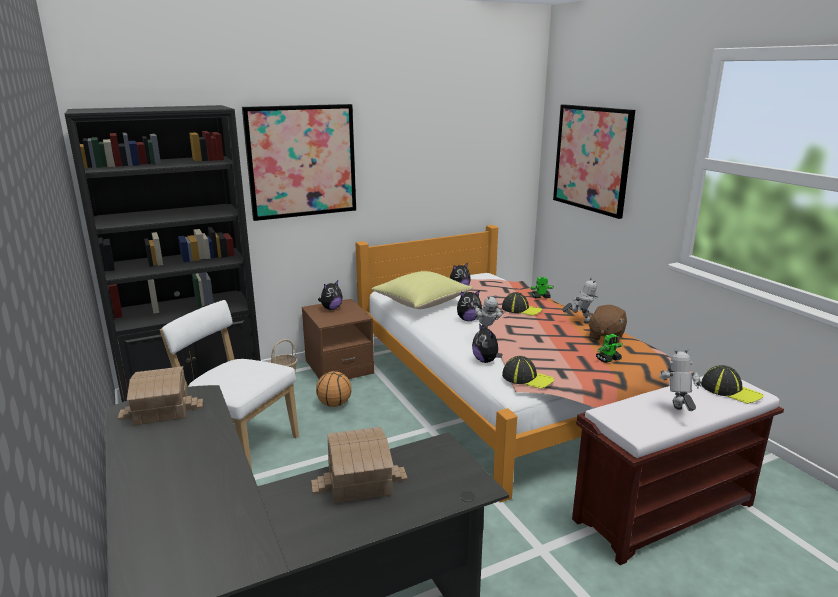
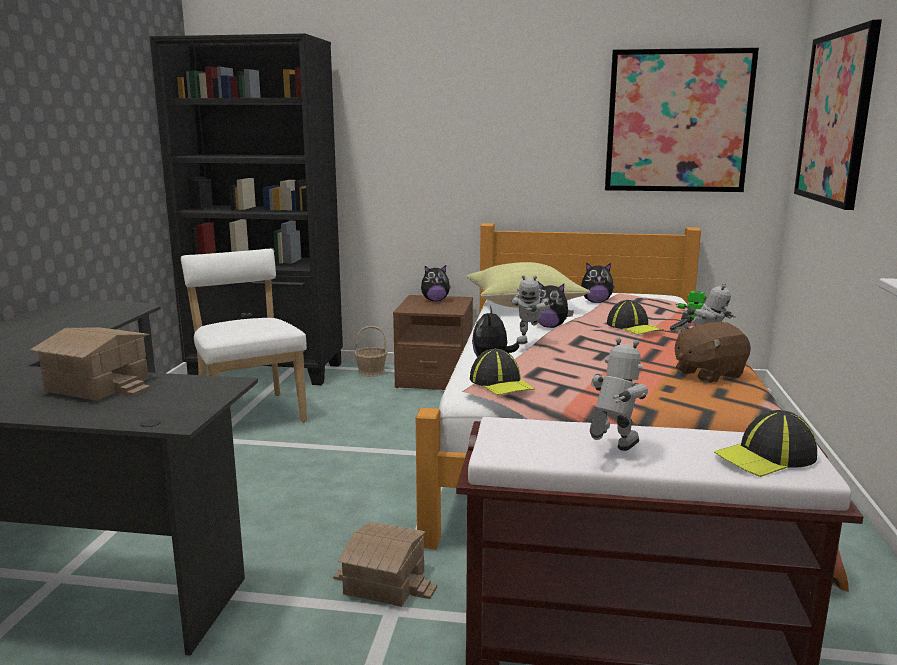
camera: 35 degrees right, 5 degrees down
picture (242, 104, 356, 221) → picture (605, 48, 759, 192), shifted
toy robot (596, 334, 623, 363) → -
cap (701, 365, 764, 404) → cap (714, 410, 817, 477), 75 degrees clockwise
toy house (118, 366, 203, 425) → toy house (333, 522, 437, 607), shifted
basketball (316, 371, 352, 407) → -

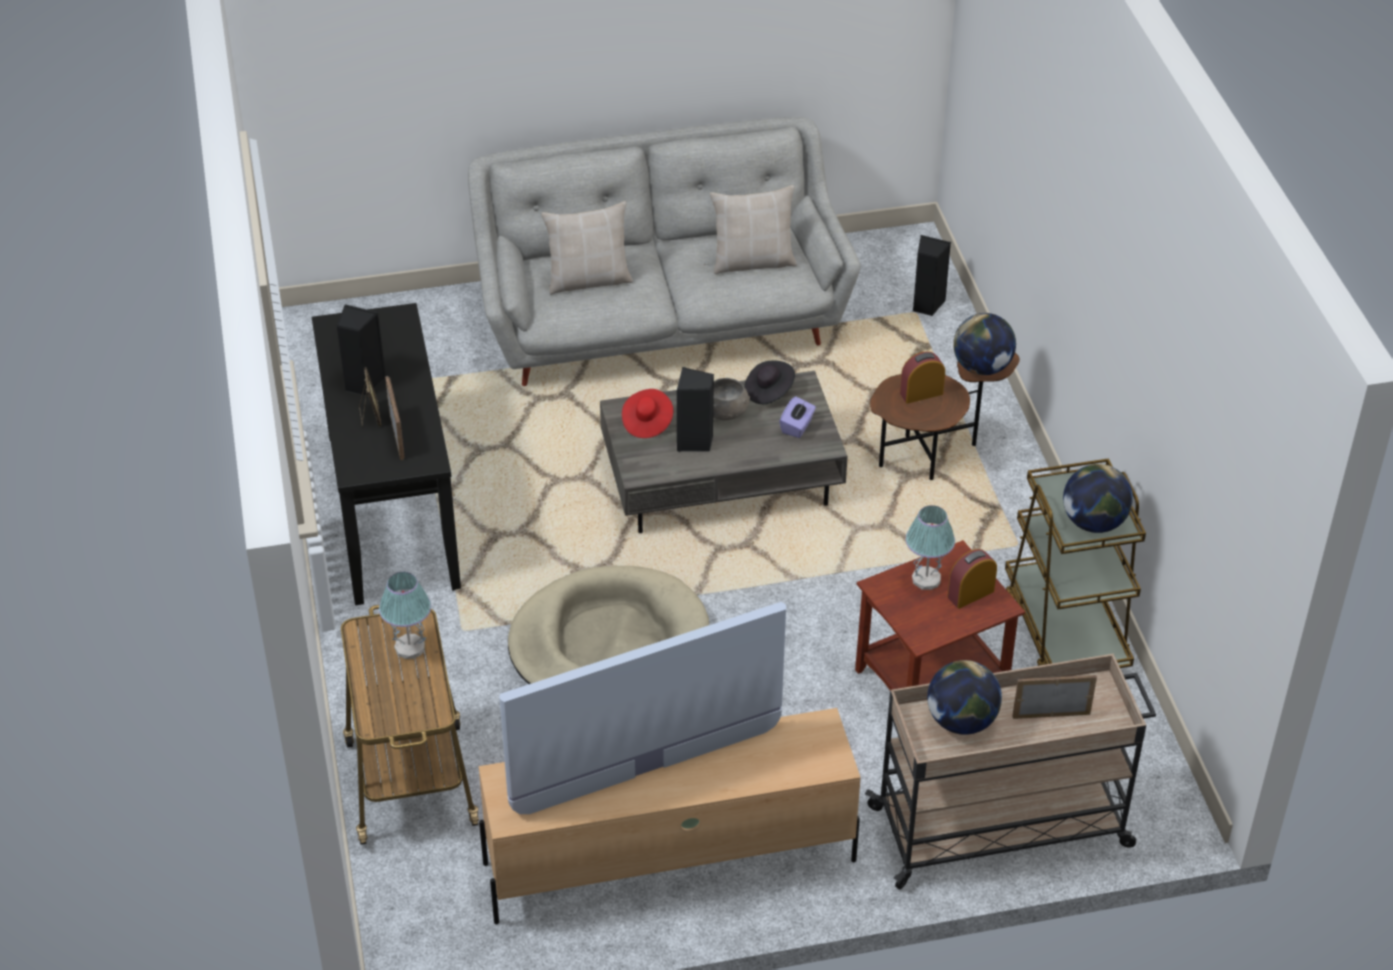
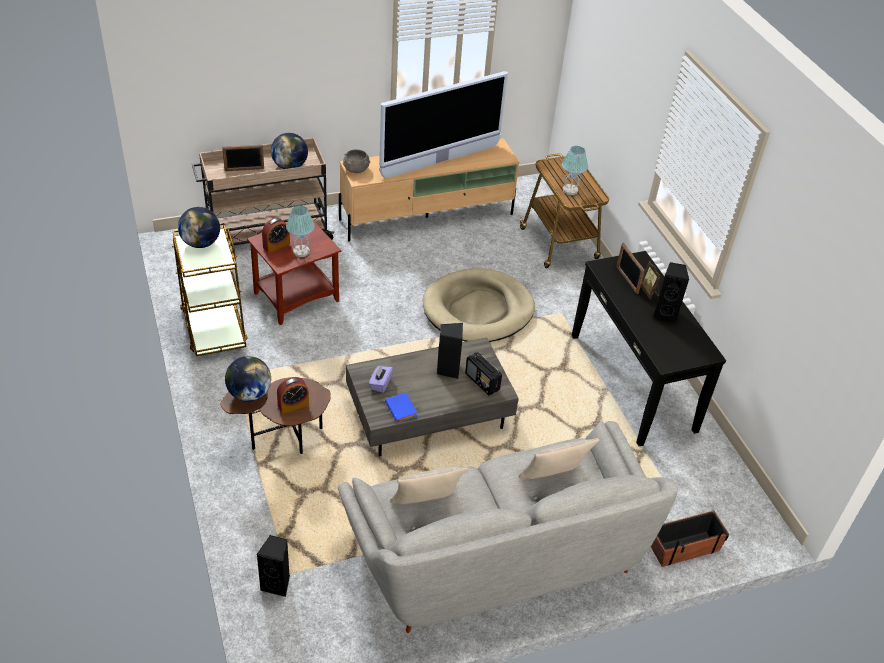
camera: 170 degrees right, 0 degrees up
black hat (744, 360, 795, 404) → blue book (385, 392, 417, 423)
grey bowl (713, 378, 750, 420) → grey bowl (343, 150, 370, 173), shifted
red hat (622, 389, 673, 438) → radio (465, 352, 502, 395)
- → planter (651, 510, 729, 567)

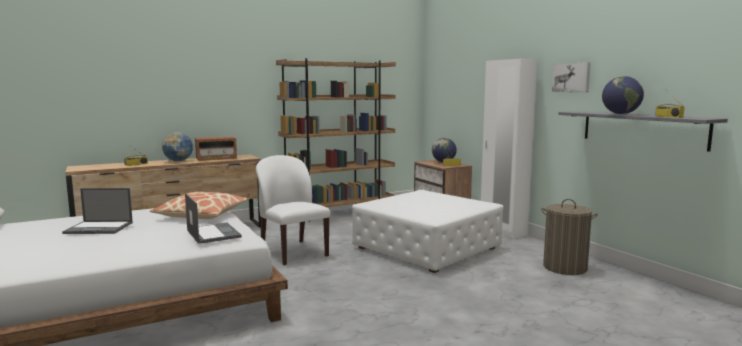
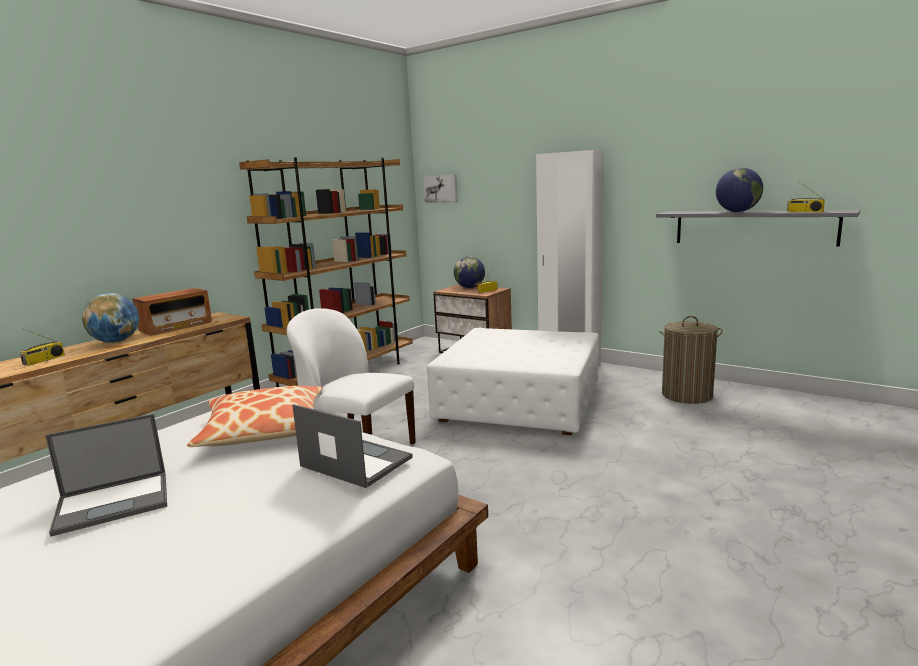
camera: 25 degrees left, 5 degrees up
picture (552, 62, 591, 92) → picture (423, 174, 458, 203), shifted

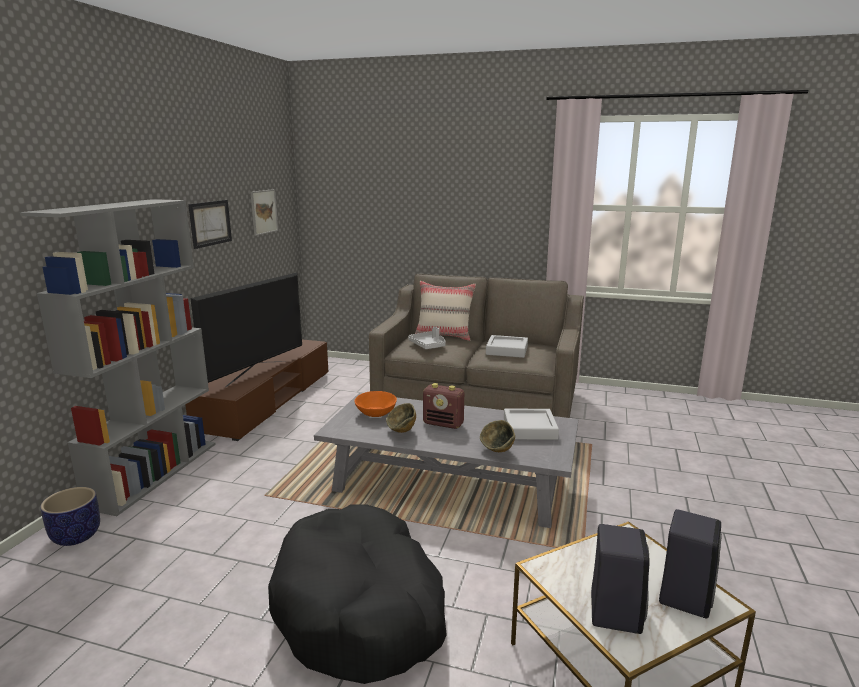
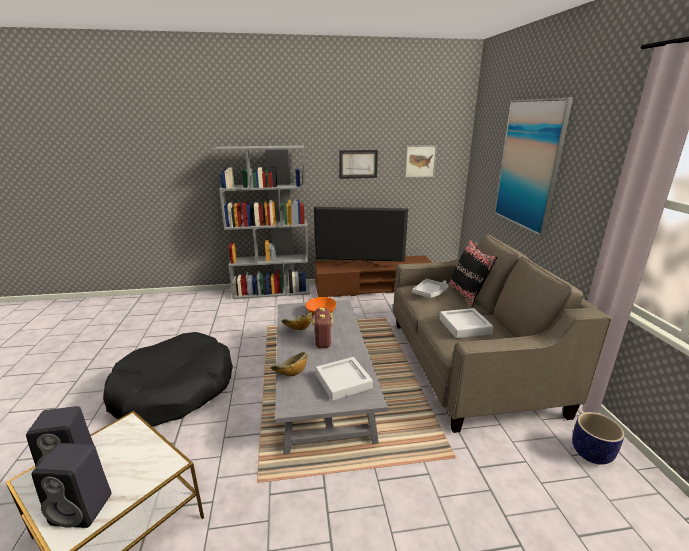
camera: 65 degrees right, 5 degrees up
beige pillow (415, 281, 476, 341) → black pillow (449, 239, 498, 307)
planter (40, 487, 100, 546) → planter (572, 412, 624, 465), shifted
- → picture (494, 98, 573, 236)

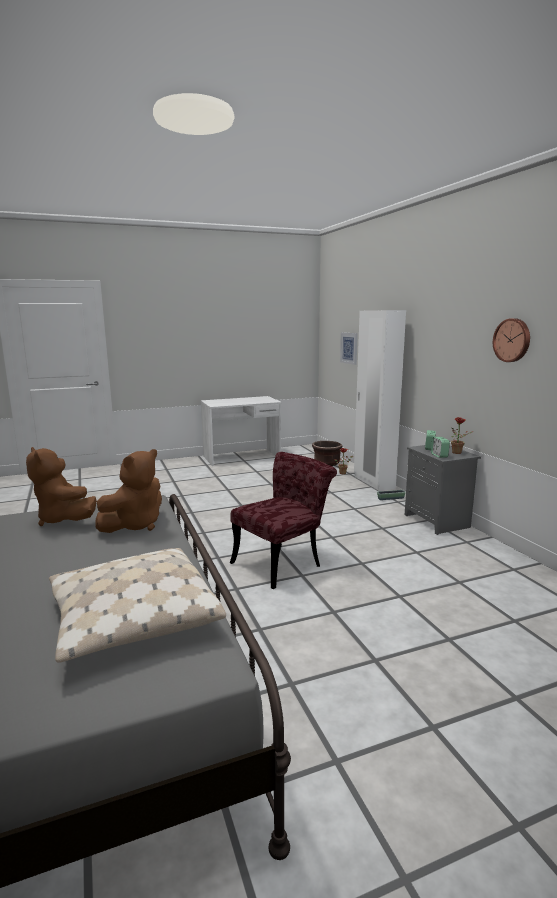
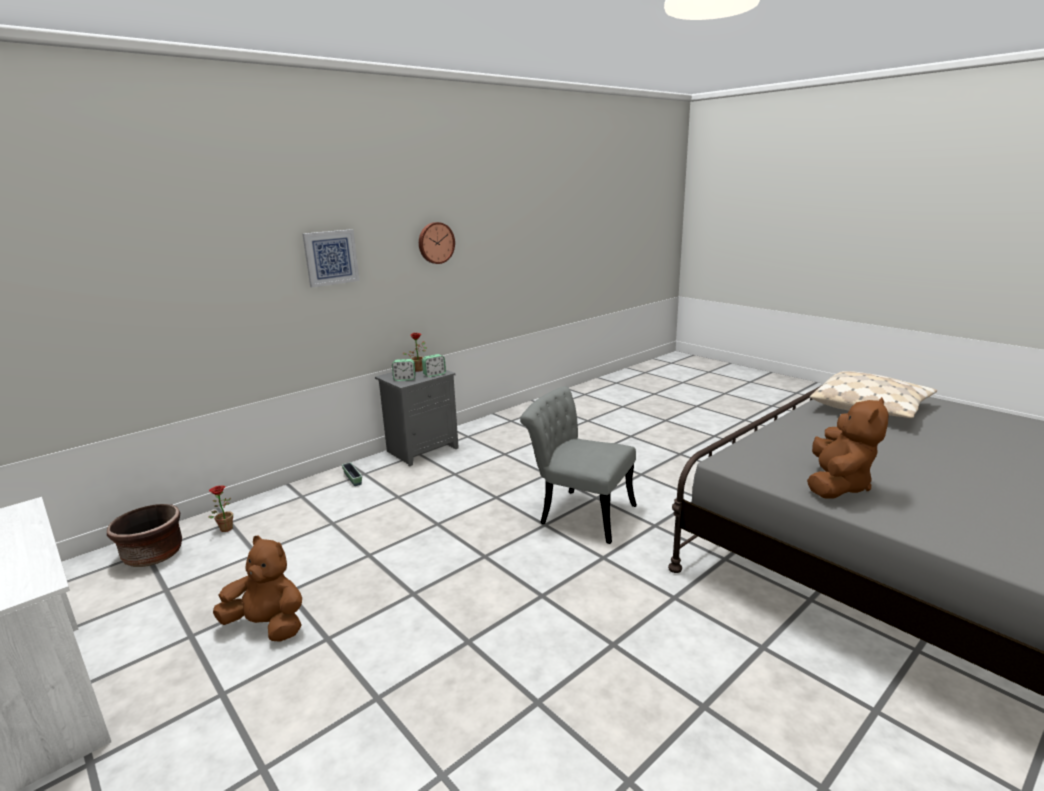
camera: 110 degrees left, 5 degrees up
white wardrobe (354, 310, 406, 491) → -
picture (340, 332, 358, 365) → picture (302, 229, 359, 288), shifted
brown plush toy (95, 449, 162, 533) → brown plush toy (213, 535, 302, 642), shifted
red chair (230, 452, 337, 589) → grey chair (520, 386, 637, 544)

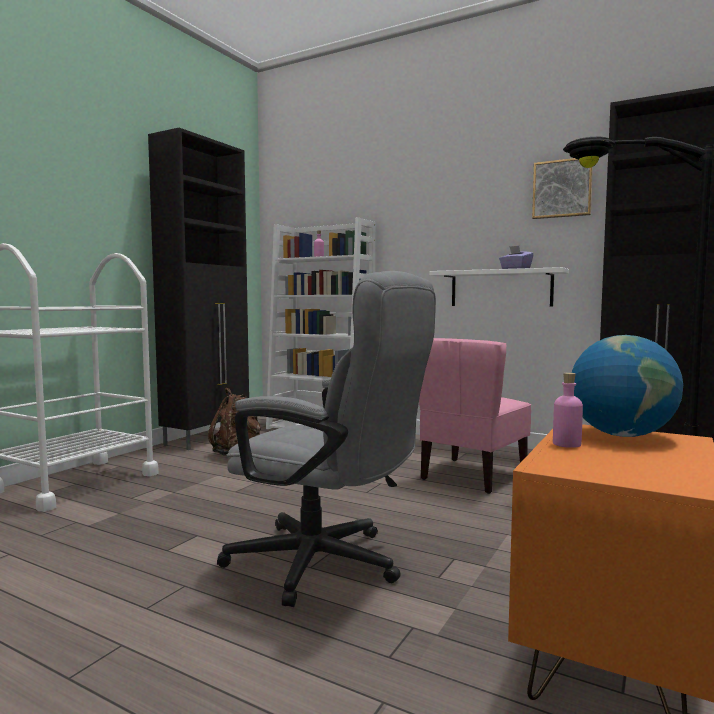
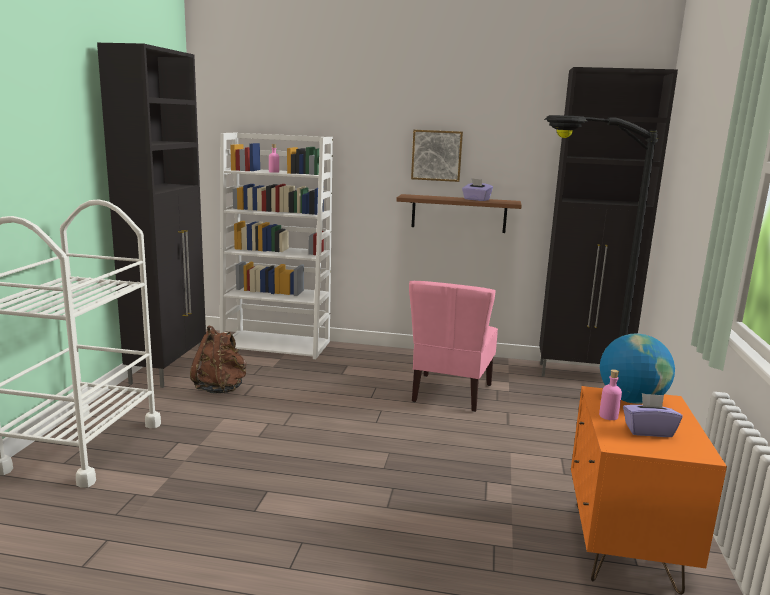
camera: 20 degrees left, 10 degrees up
picture (532, 158, 593, 219) → picture (411, 130, 463, 182), shifted
white shelf (429, 267, 569, 307) → brown shelf (396, 194, 522, 233)
grey office chair (217, 271, 436, 607) → -
- → purple tissue box (623, 393, 683, 437)

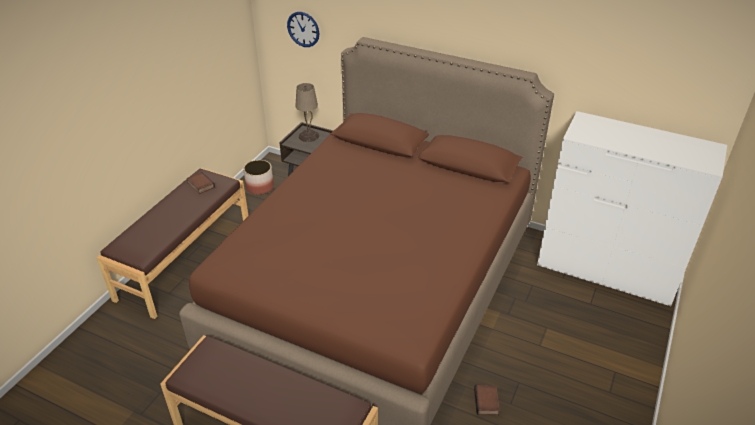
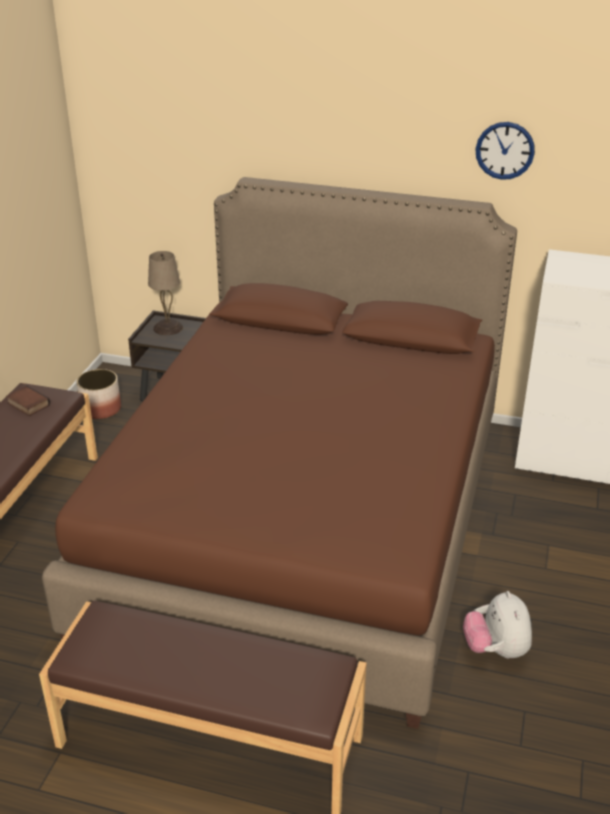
camera: 10 degrees left, 5 degrees down
wall clock (287, 12, 319, 47) → wall clock (476, 122, 535, 180), shifted
book (474, 385, 500, 415) → plush toy (463, 591, 532, 658)

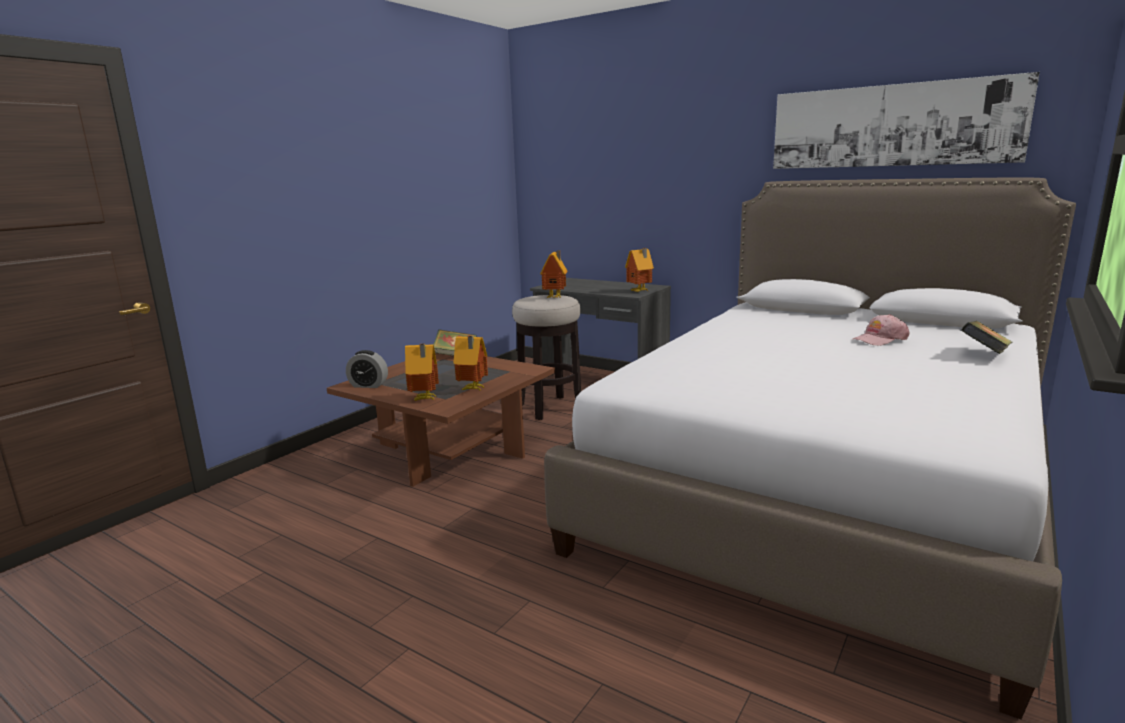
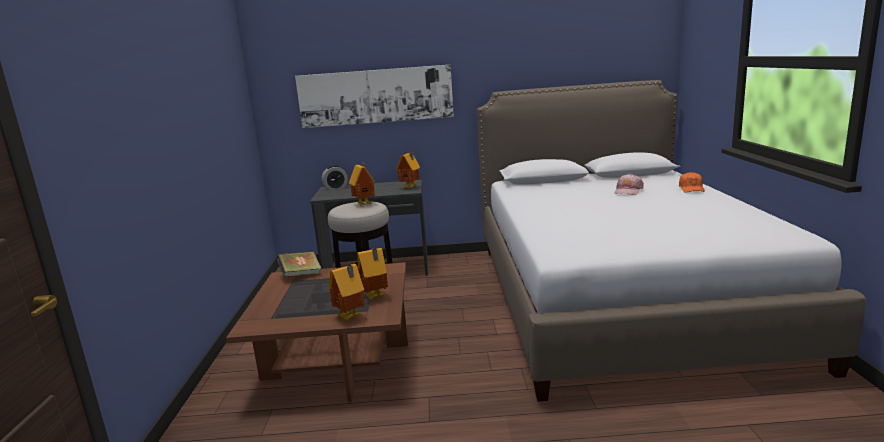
camera: 35 degrees left, 0 degrees up
picture (773, 72, 1040, 169) → picture (295, 65, 454, 128), shifted
book (961, 321, 1012, 354) → orange cap (679, 172, 705, 193)
alarm clock (346, 350, 388, 388) → alarm clock (322, 165, 348, 190), shifted

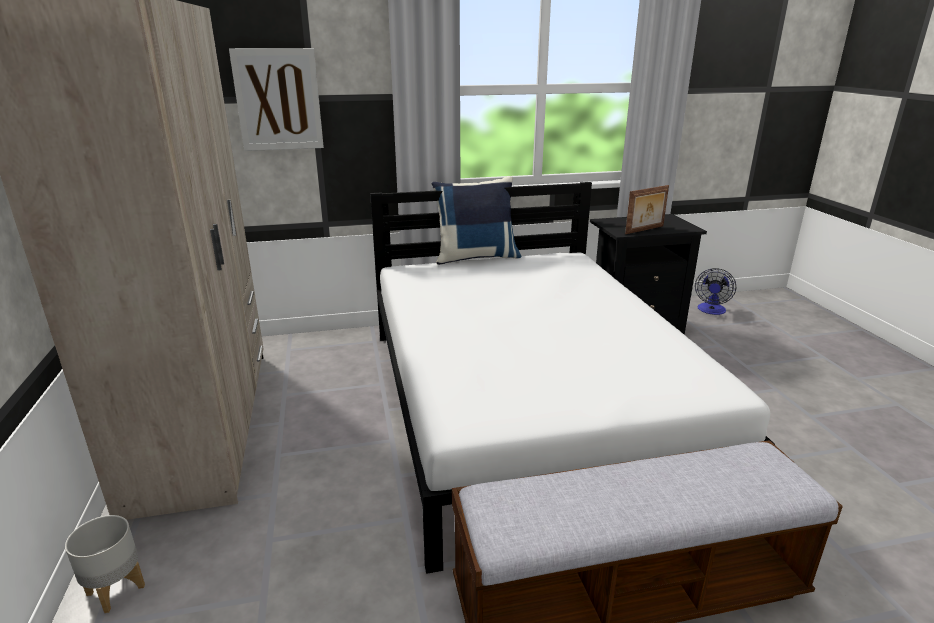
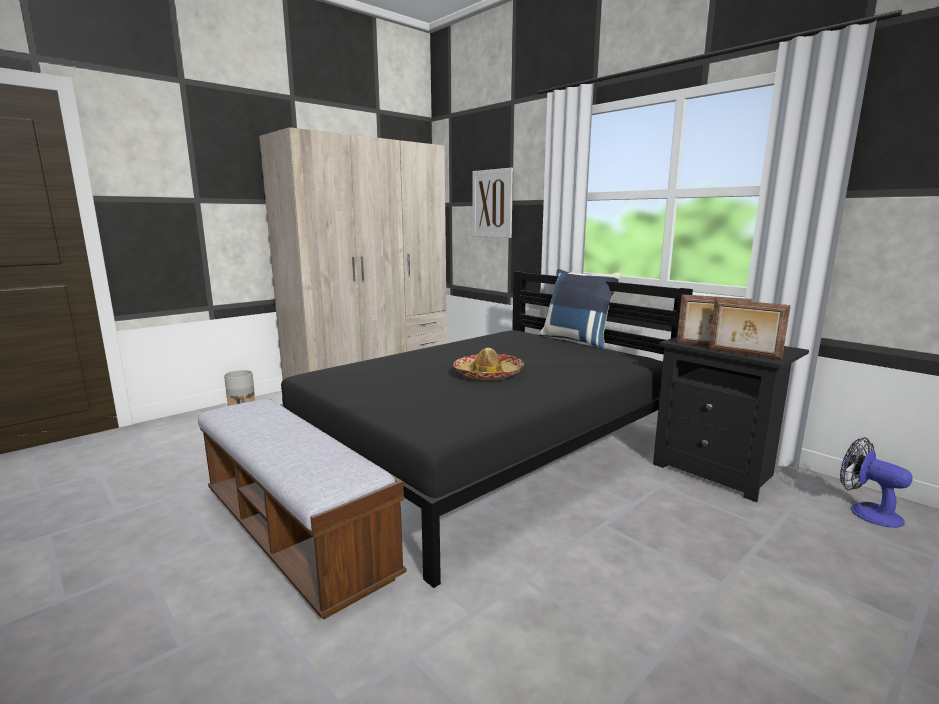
camera: 60 degrees right, 10 degrees down
white bed (370, 182, 775, 574) → black bed (280, 271, 693, 588)
fan (695, 268, 736, 315) → fan (840, 437, 913, 528), 60 degrees clockwise
- → picture frame (709, 298, 791, 360)
- → hat (453, 348, 524, 380)

